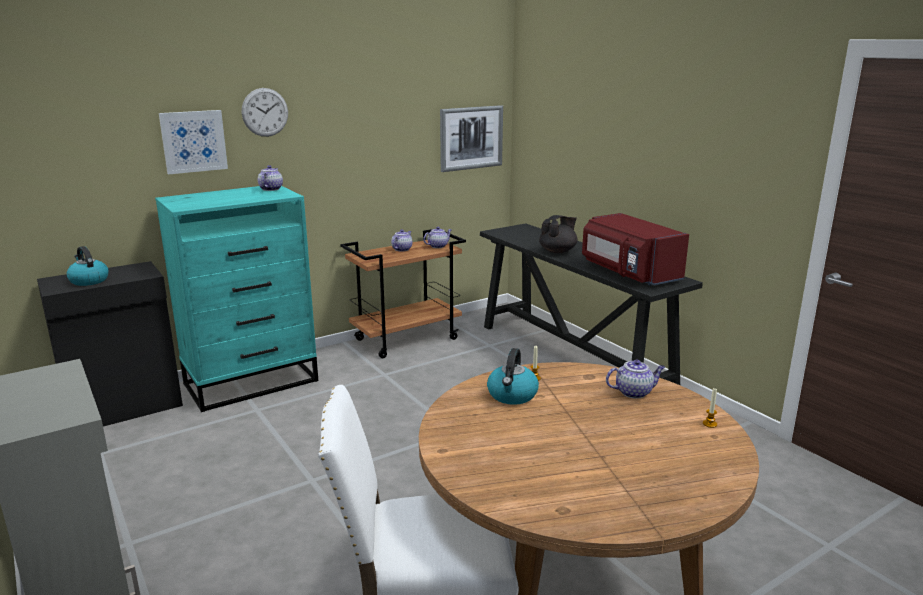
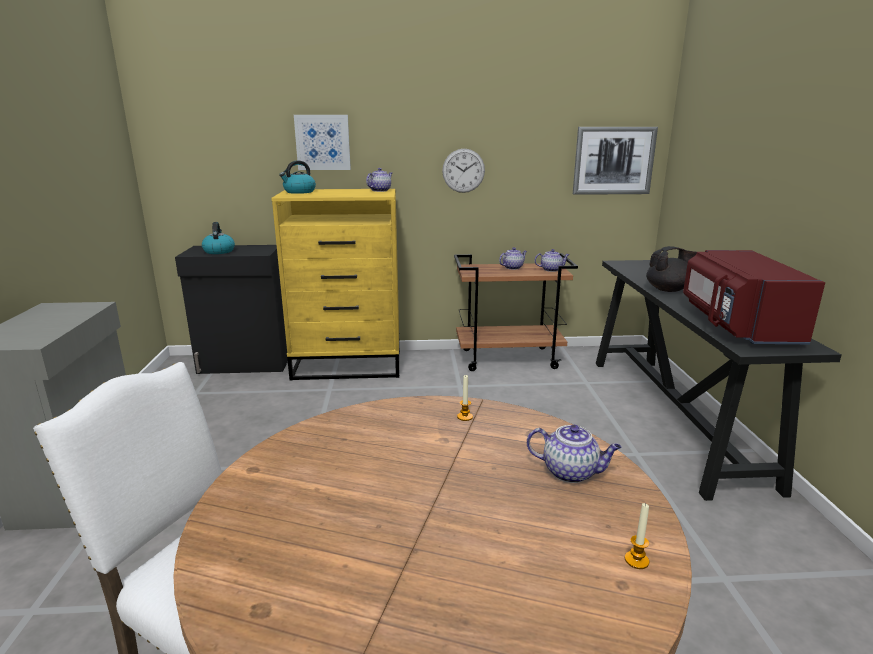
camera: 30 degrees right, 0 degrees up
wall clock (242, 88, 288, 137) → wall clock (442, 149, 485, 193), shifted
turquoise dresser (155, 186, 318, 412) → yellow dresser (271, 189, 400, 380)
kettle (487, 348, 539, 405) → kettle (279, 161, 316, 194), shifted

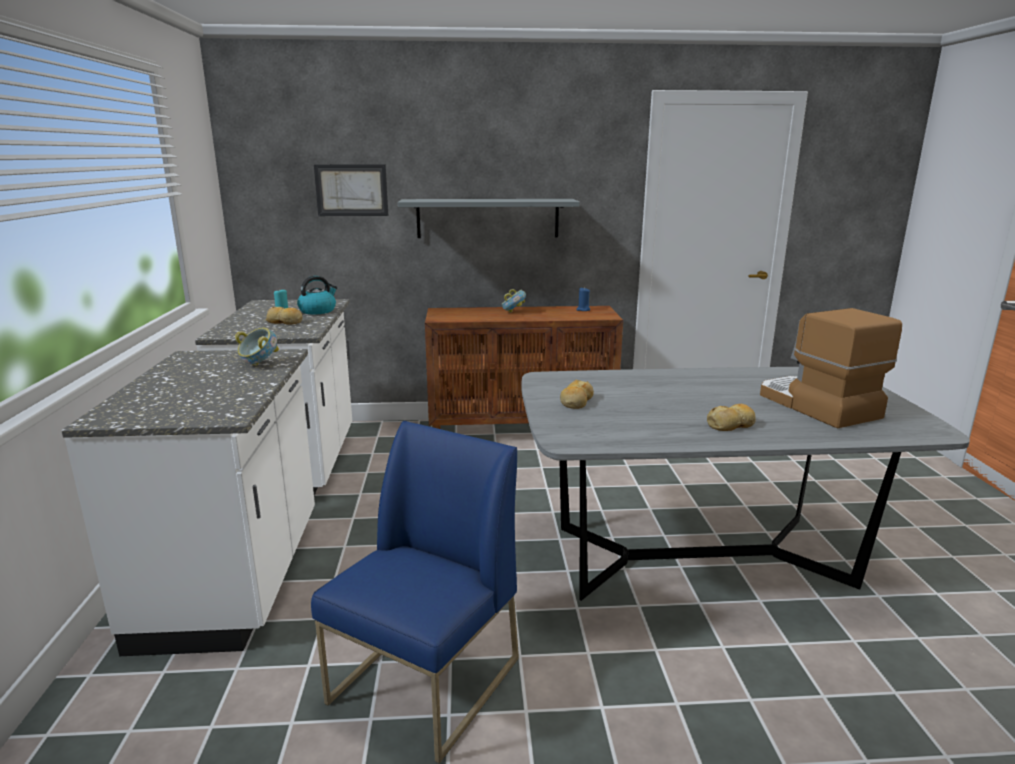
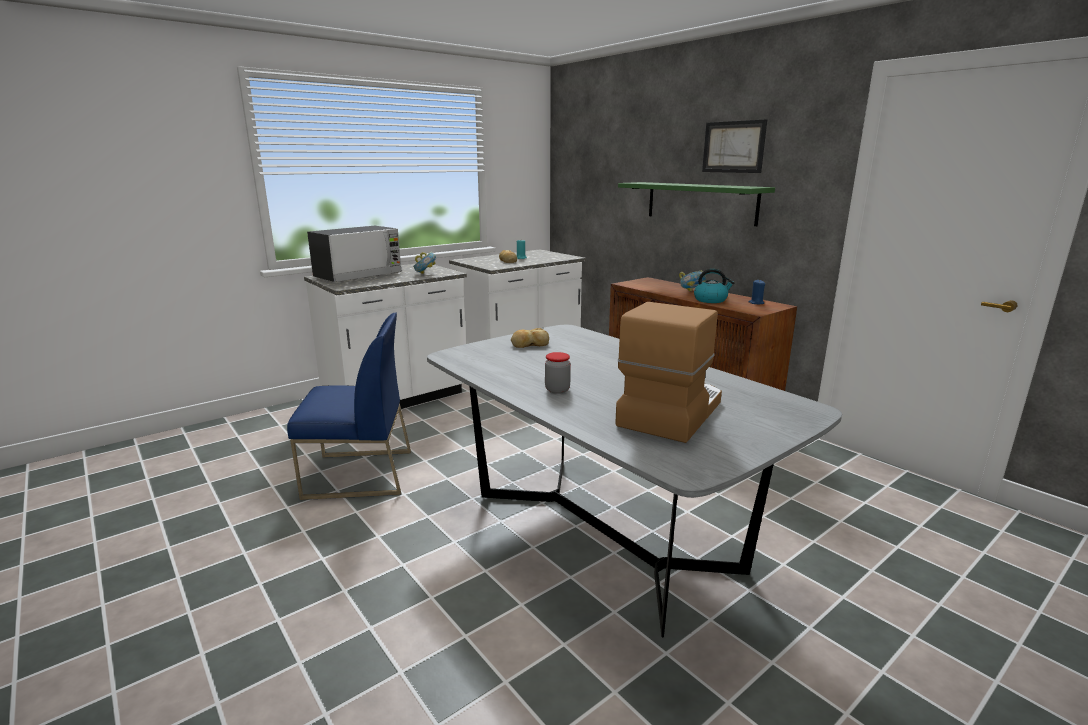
camera: 55 degrees right, 0 degrees up
picture (314, 164, 388, 216) → picture (702, 119, 767, 173), shifted
grey shelf (398, 199, 580, 238) → green shelf (618, 182, 775, 226)
kettle (297, 276, 337, 314) → kettle (694, 269, 734, 303), shifted
bread (707, 404, 756, 431) → jar (545, 352, 571, 394)
- → microwave (307, 226, 402, 282)

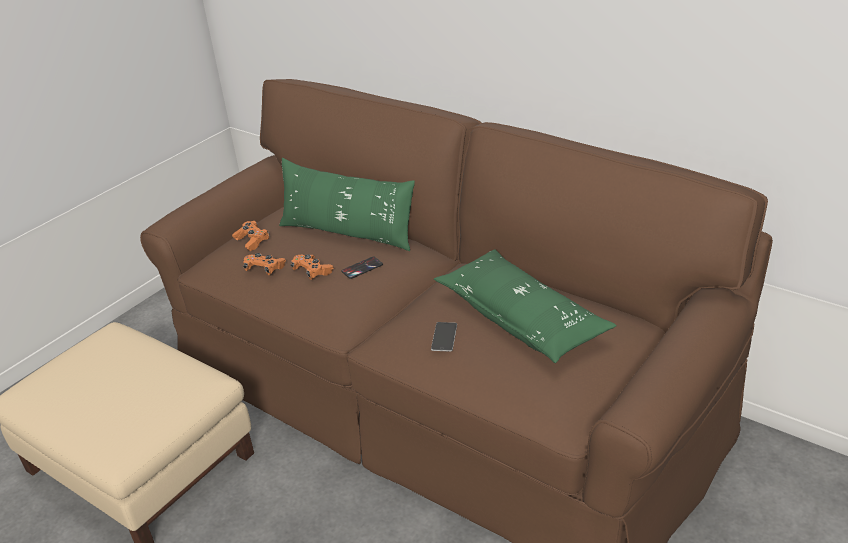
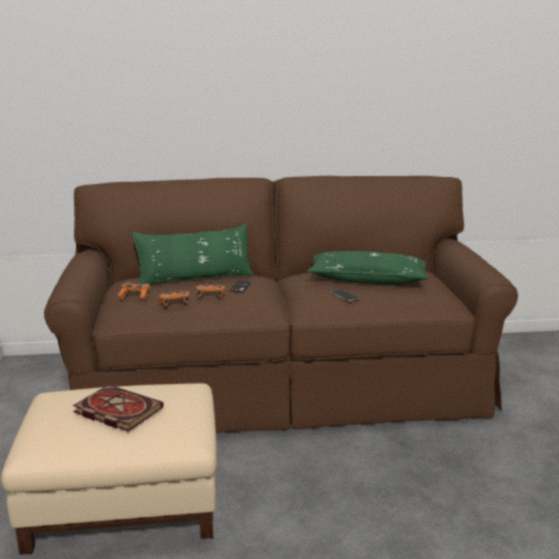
camera: 45 degrees left, 15 degrees down
- → book (73, 384, 164, 432)

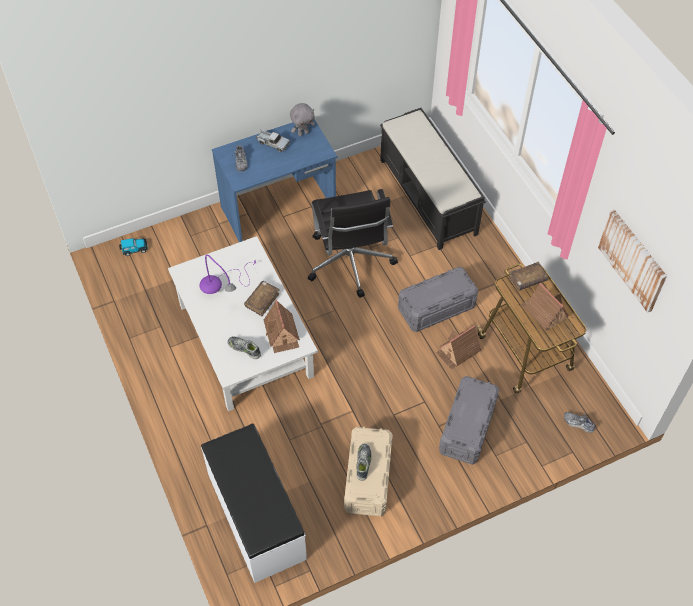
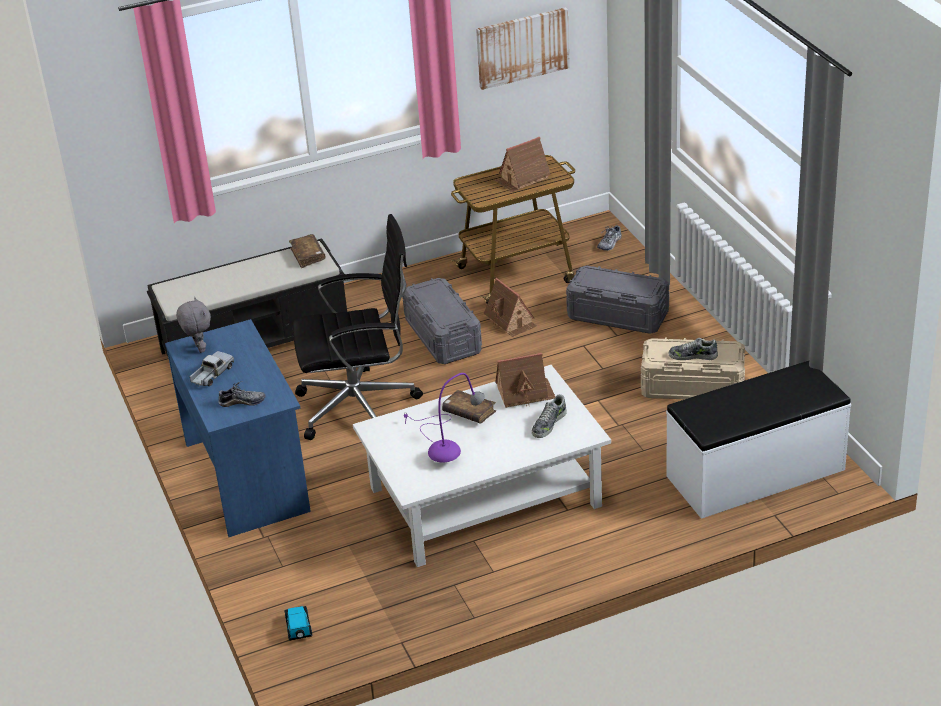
camera: 85 degrees left, 20 degrees down
brown book (508, 262, 548, 291) → brown book (289, 234, 326, 268), shifted

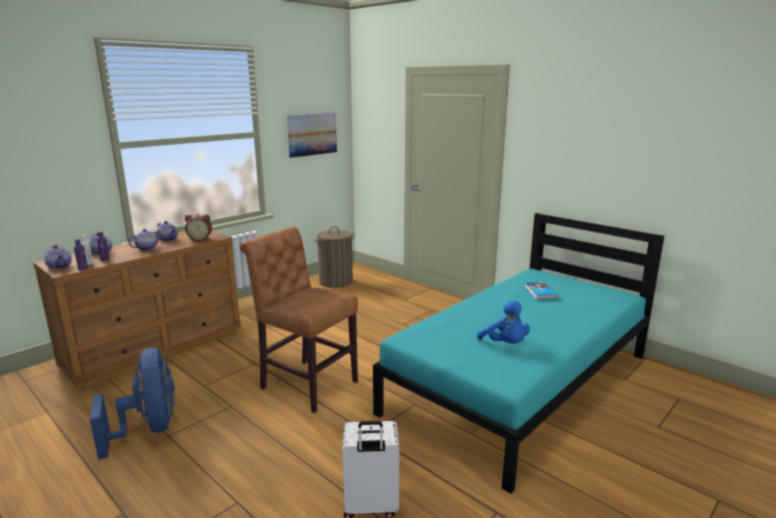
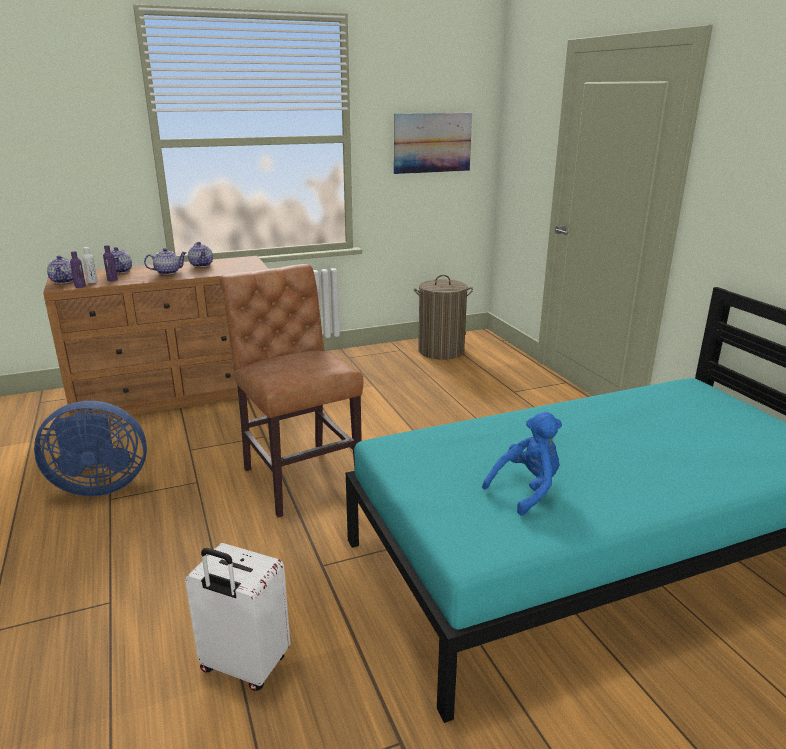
camera: 25 degrees right, 5 degrees up
alarm clock (185, 214, 212, 241) → -
book (525, 282, 556, 299) → -
blue plush toy (477, 301, 530, 344) → blue plush toy (482, 412, 562, 515), 120 degrees counterclockwise
blue fan (90, 348, 175, 460) → blue fan (34, 401, 147, 497), 75 degrees clockwise

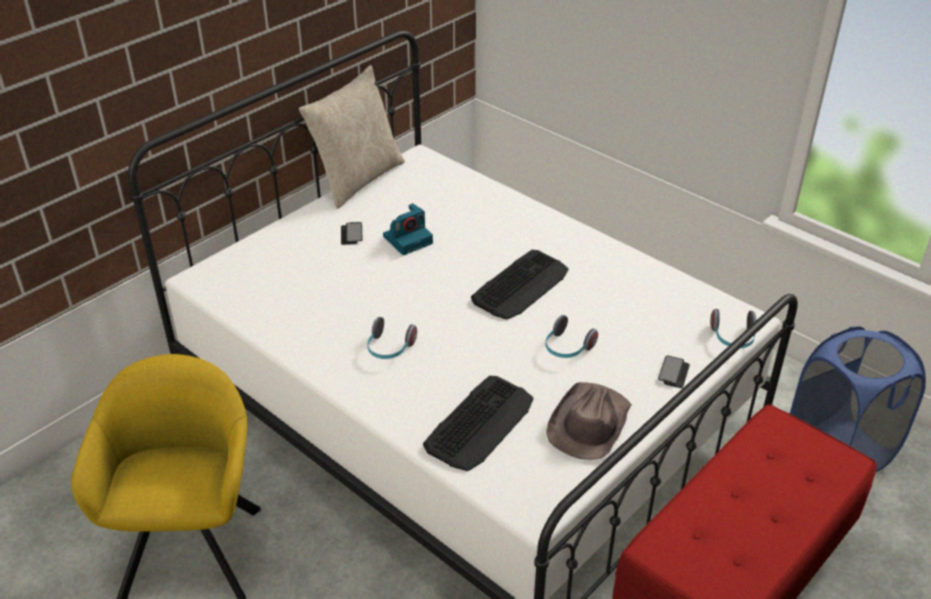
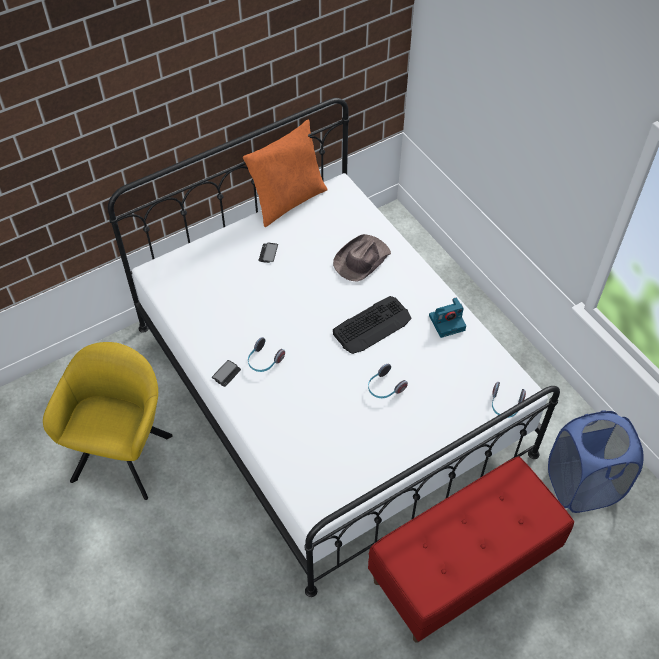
camera: 15 degrees right, 15 degrees up
beige pillow (299, 65, 405, 209) → orange pillow (243, 119, 328, 227)
photo camera (383, 203, 433, 255) → photo camera (429, 297, 466, 338), shifted
phone (658, 356, 690, 388) → phone (212, 360, 241, 387), shifted
keyboard (423, 376, 534, 471) → -
brown hat (546, 382, 632, 460) → brown hat (333, 234, 391, 282), shifted

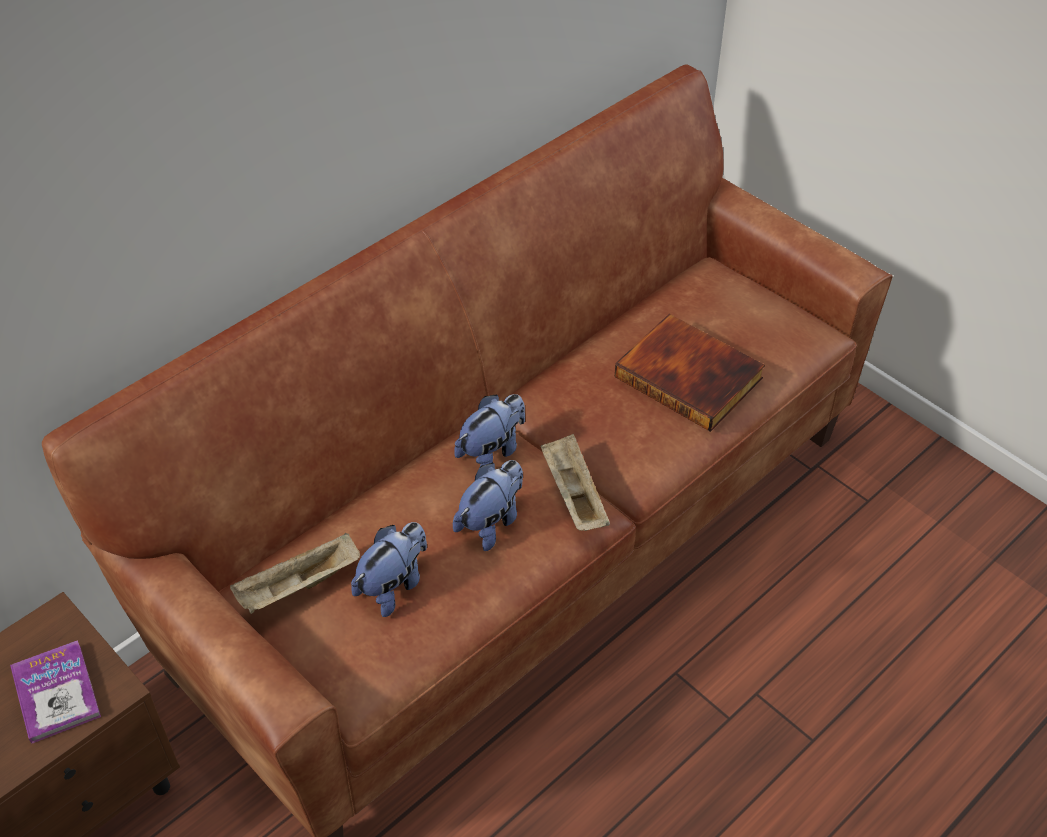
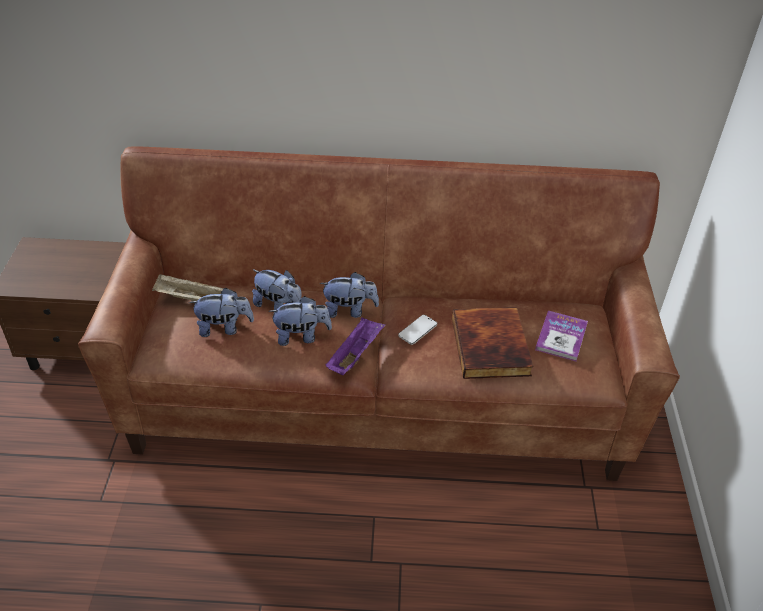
camera: 45 degrees right, 5 degrees down
beige tray (541, 434, 610, 531) → purple tray (325, 318, 385, 375)
book (10, 640, 101, 744) → book (535, 310, 588, 361), shifted
- → plush toy (252, 270, 302, 310)
- → phone (398, 315, 437, 345)

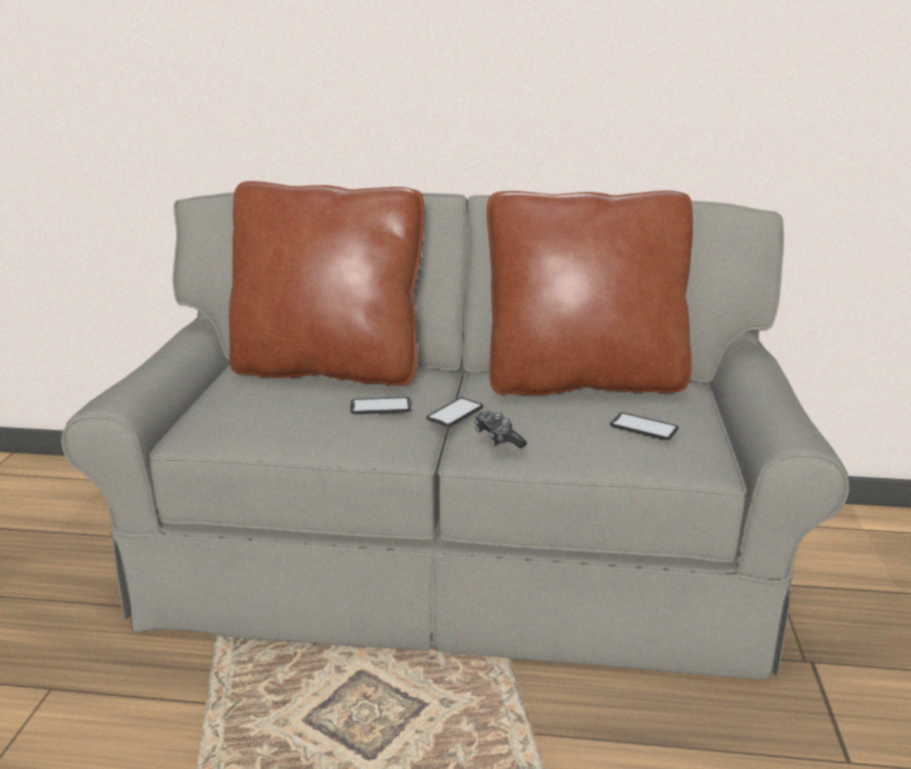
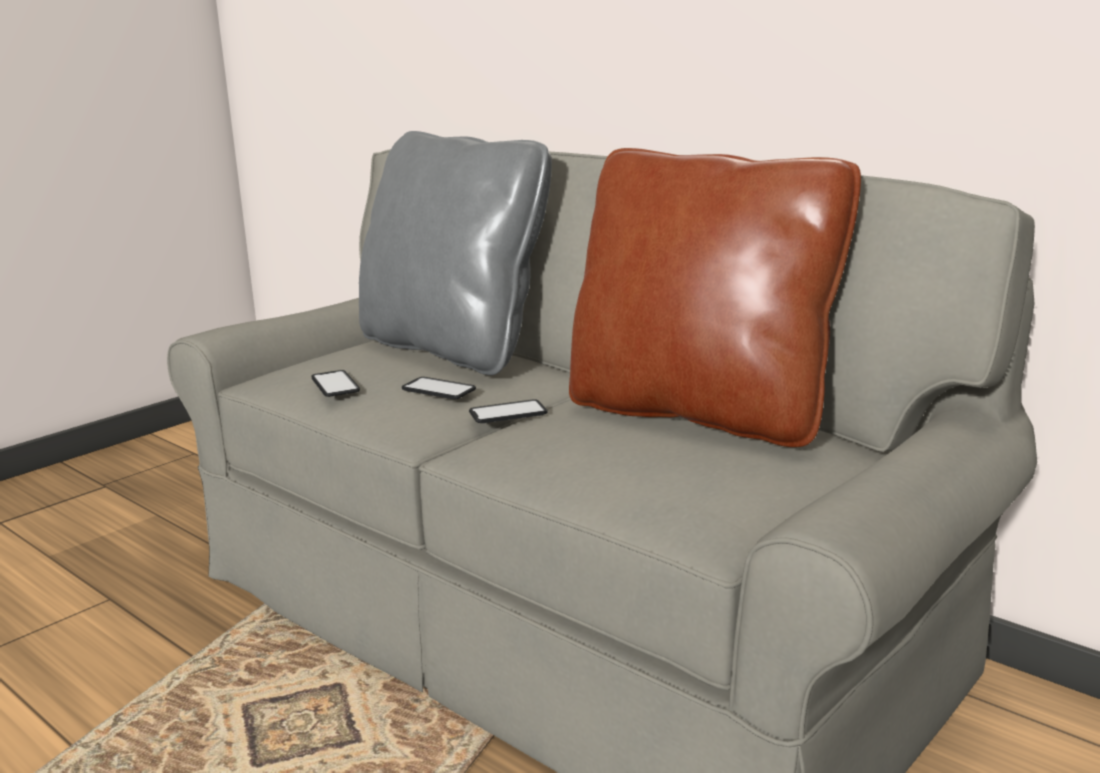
camera: 35 degrees right, 5 degrees down
brown pillow (229, 181, 424, 386) → grey pillow (359, 131, 552, 375)
game controller (474, 412, 527, 448) → -
phone (610, 412, 679, 440) → phone (312, 370, 360, 397), shifted

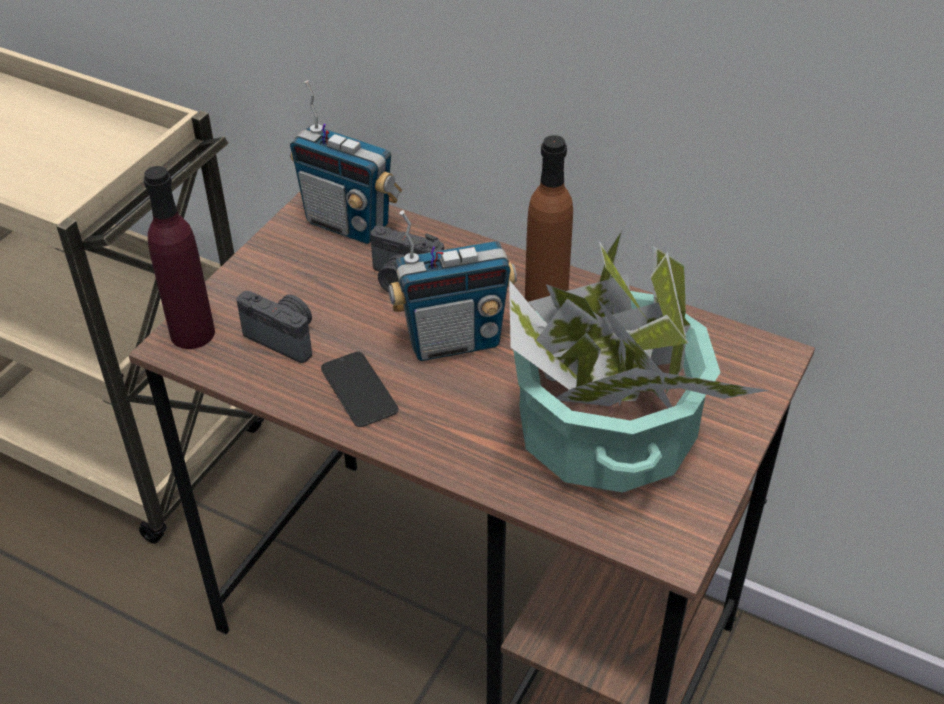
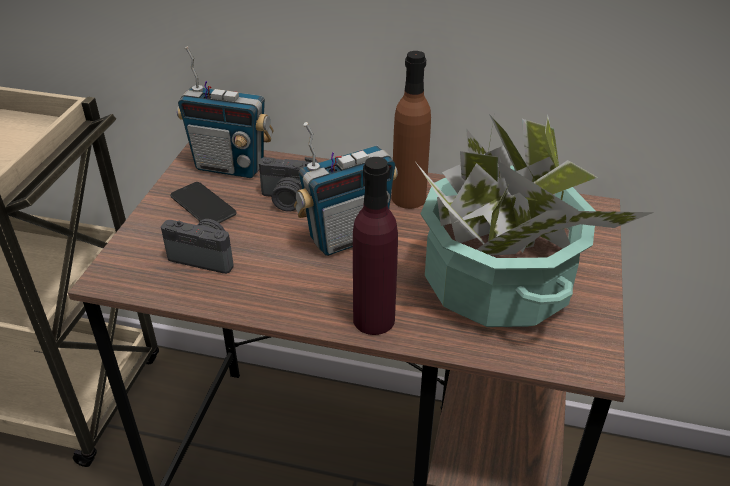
camera: 15 degrees left, 5 degrees down
purple bottle (144, 166, 215, 349) → purple bottle (353, 157, 398, 335), shifted
phone (321, 352, 399, 427) → phone (170, 182, 237, 223), shifted

